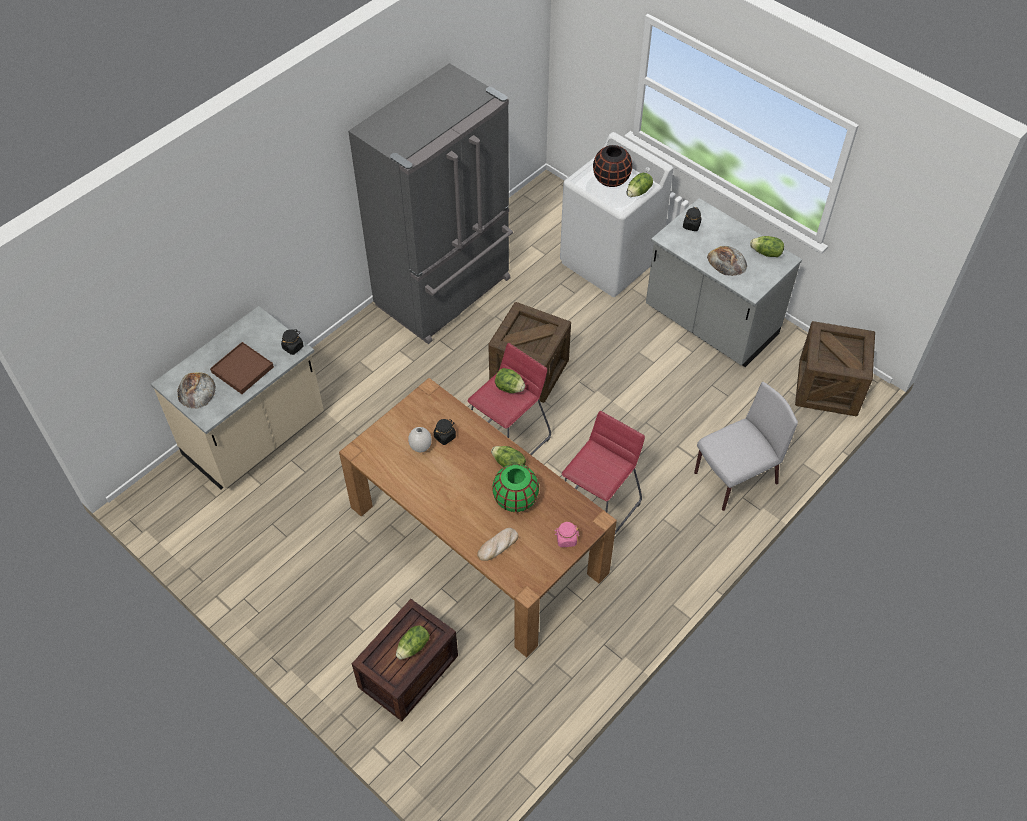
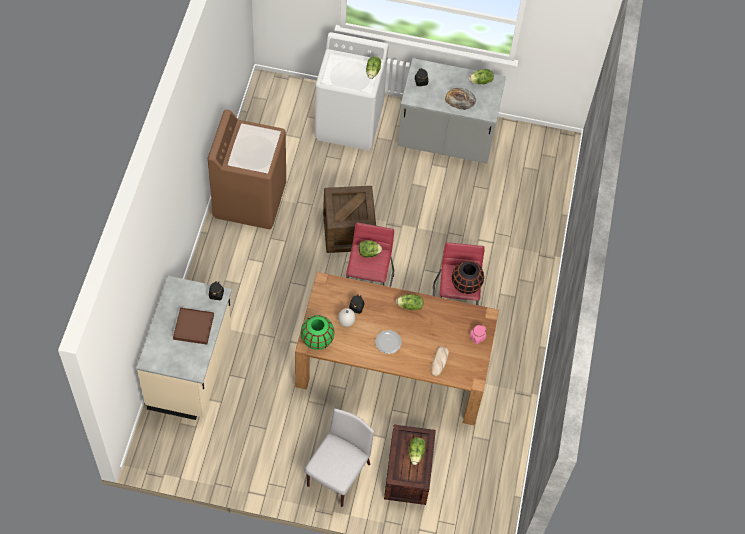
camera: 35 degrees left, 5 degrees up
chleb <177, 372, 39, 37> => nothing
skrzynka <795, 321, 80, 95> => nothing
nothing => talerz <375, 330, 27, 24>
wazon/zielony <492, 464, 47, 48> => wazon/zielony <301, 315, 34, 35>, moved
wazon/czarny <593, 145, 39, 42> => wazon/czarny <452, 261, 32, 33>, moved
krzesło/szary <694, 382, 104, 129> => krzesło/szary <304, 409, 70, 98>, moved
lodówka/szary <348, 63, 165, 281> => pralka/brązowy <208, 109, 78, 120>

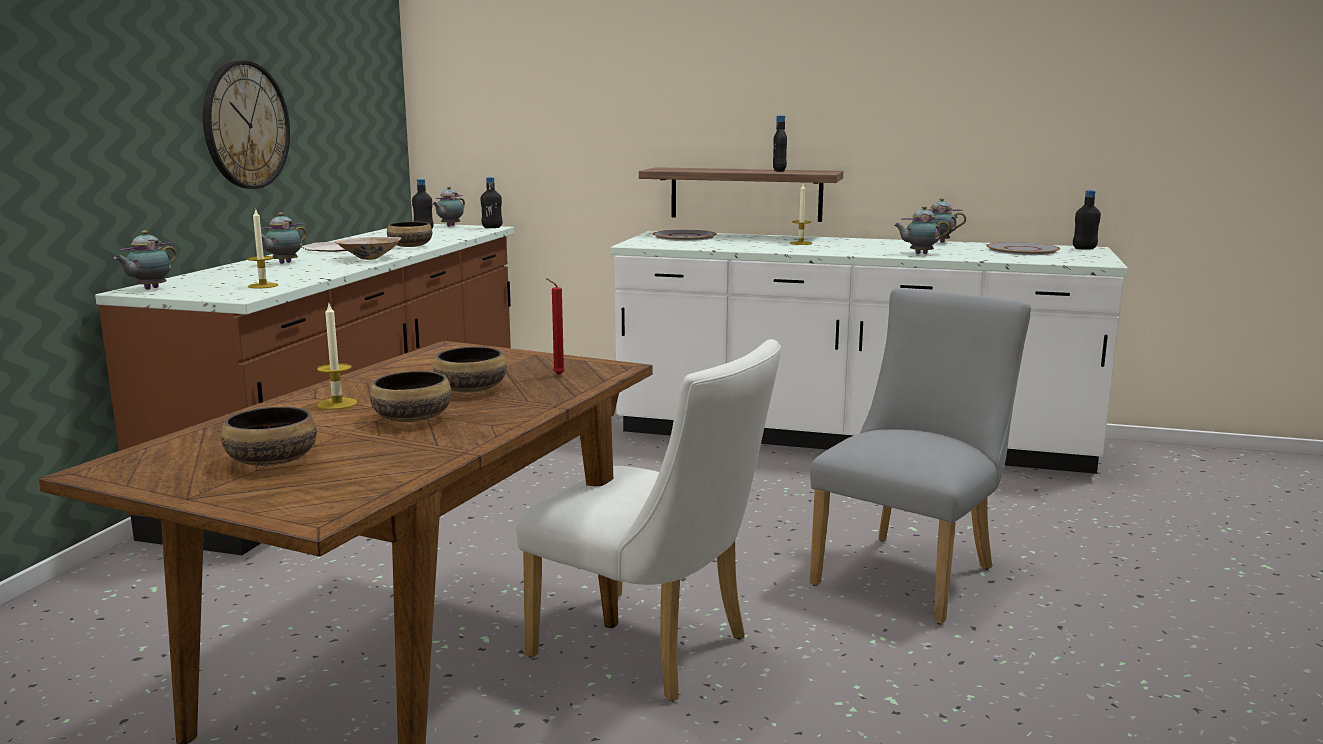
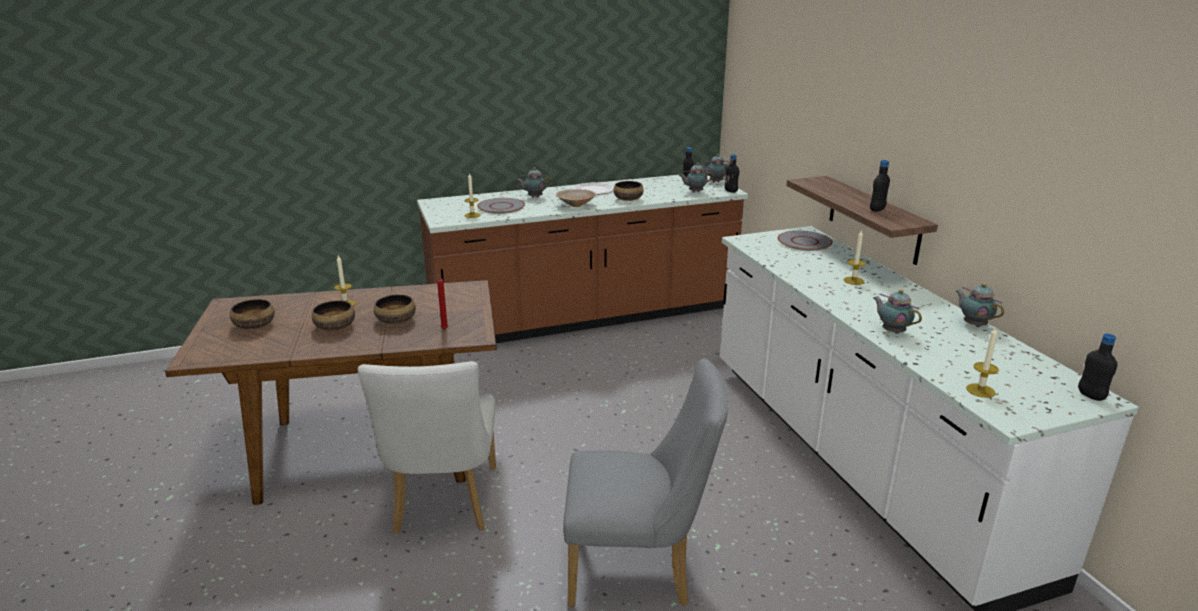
camera: 55 degrees right, 10 degrees up
zegar ścienny <203, 61, 87, 128> => nothing
nothing => świeca <966, 327, 33, 71>
imbryk <114, 230, 63, 60> => imbryk <679, 163, 35, 29>, moved
talerz/szary <986, 242, 74, 13> => talerz/szary <477, 198, 48, 16>, moved

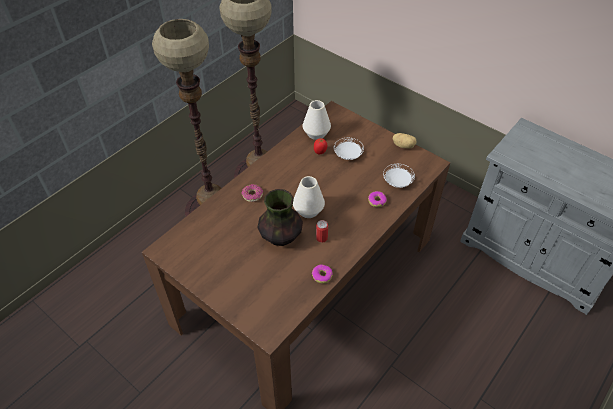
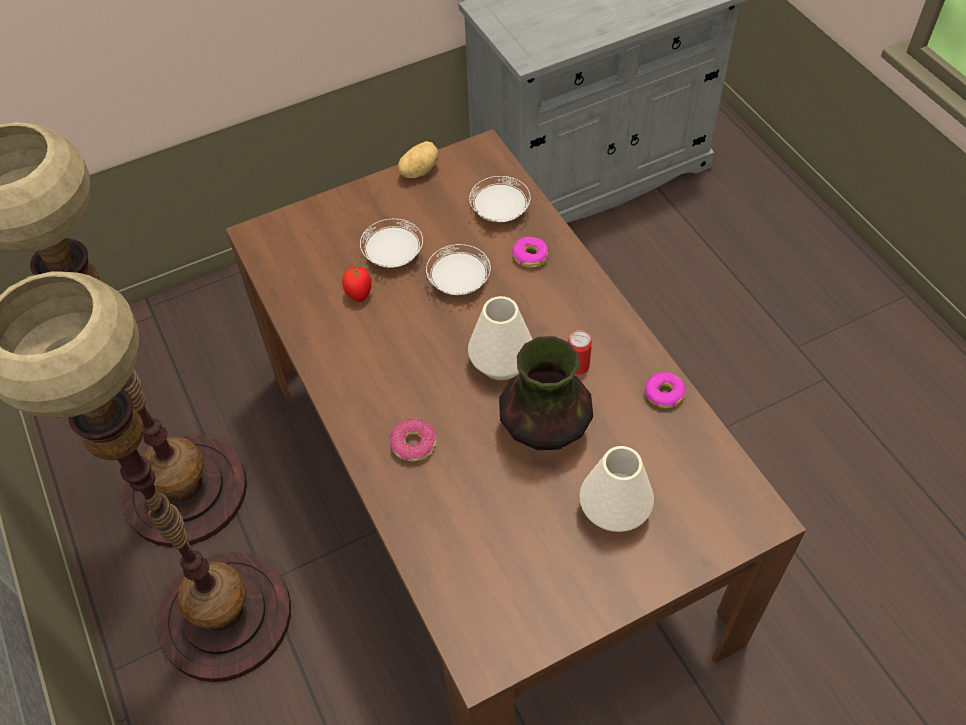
camera: 65 degrees left, 5 degrees up
nothing => talerz/biały <426, 244, 65, 51>
wazon/biały <303, 100, 28, 40> => wazon/biały <579, 446, 75, 86>, moved

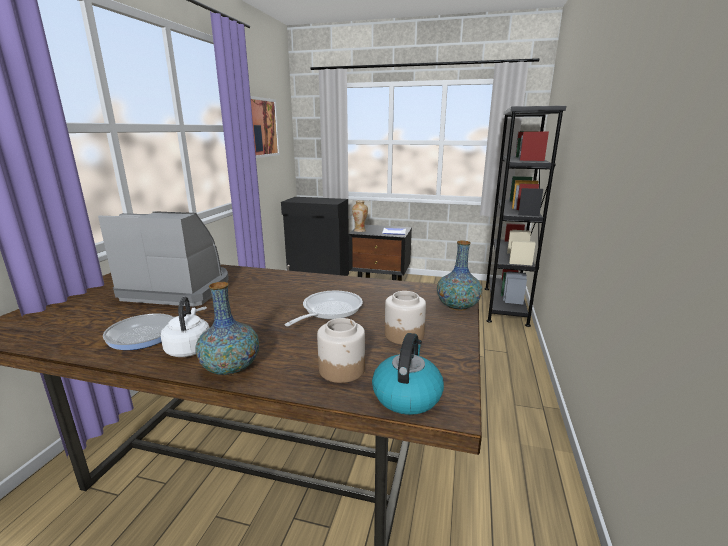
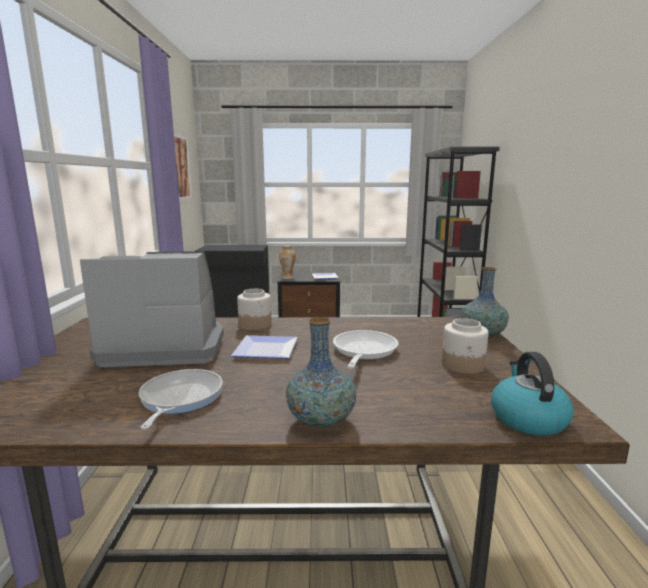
camera: 15 degrees left, 5 degrees down
czajnik/biały <161, 297, 48, 60> => nothing
nothing => talerz <231, 335, 67, 24>
słoik <317, 318, 48, 65> => słoik <237, 289, 34, 42>, moved
patelnia <103, 307, 104, 43> => patelnia <139, 369, 84, 61>, 150 degrees clockwise

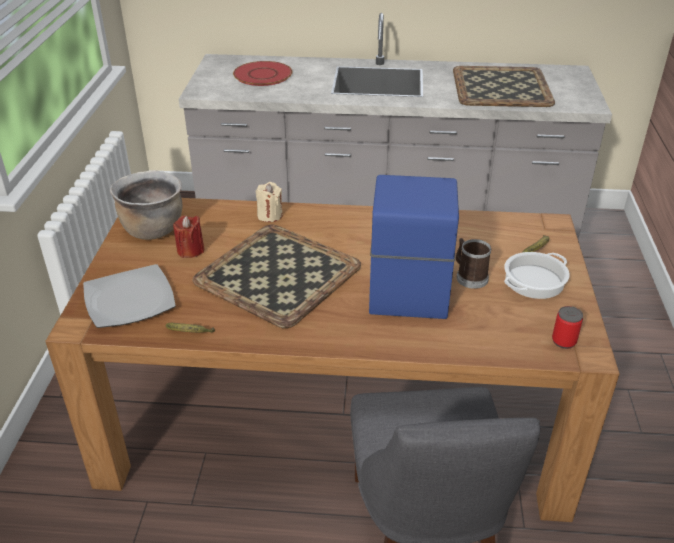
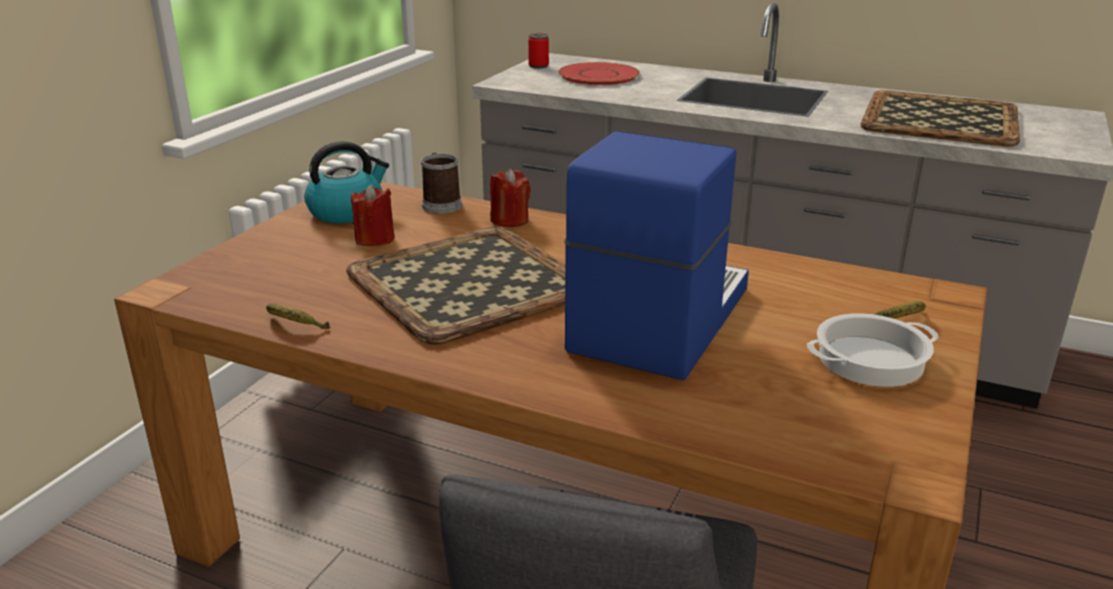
camera: 20 degrees right, 10 degrees down
talerz <83, 264, 93, 64> => nothing
kubek <456, 238, 36, 51> => kubek <421, 153, 41, 61>, moved
puszka <552, 306, 31, 43> => puszka <528, 33, 21, 35>, moved
garnek/brązowy <110, 170, 72, 70> => czajnik <304, 141, 85, 83>
świeca/beżowy <256, 182, 26, 40> => świeca/czerwony <490, 169, 41, 58>

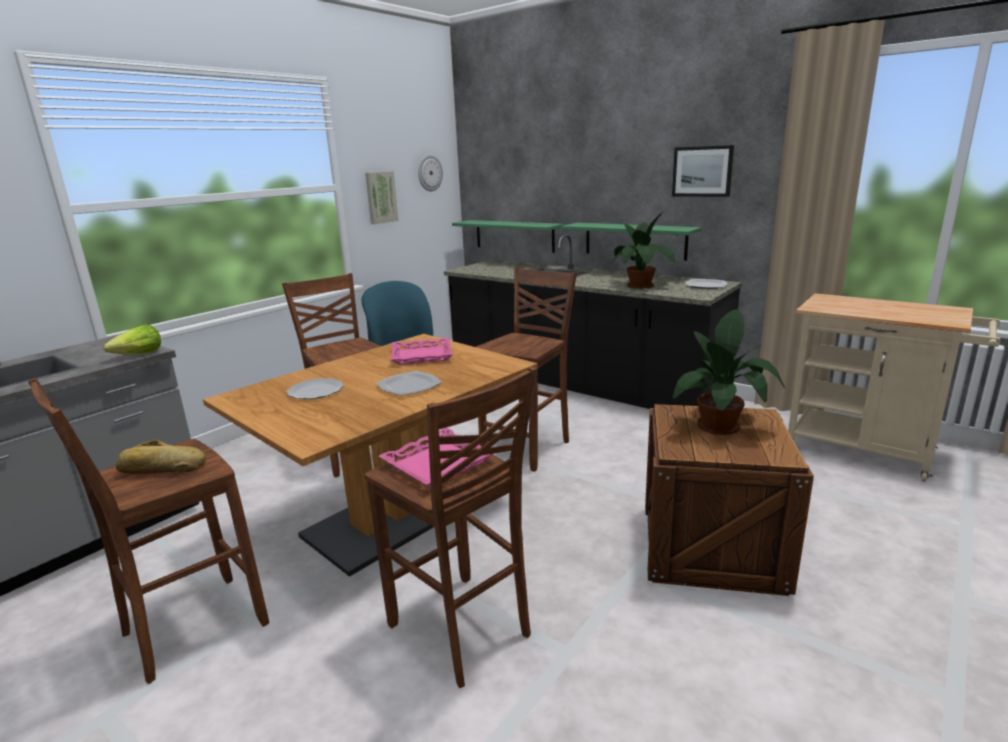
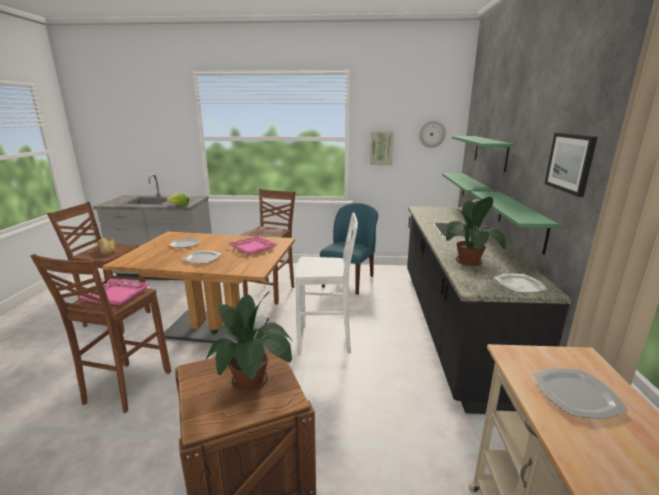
camera: 55 degrees right, 0 degrees up
nothing => półka/zielony <452, 136, 62, 36>
nothing => talerz <532, 368, 96, 51>
stołek/brązowy <476, 267, 101, 205> => stołek/biały <295, 212, 63, 142>

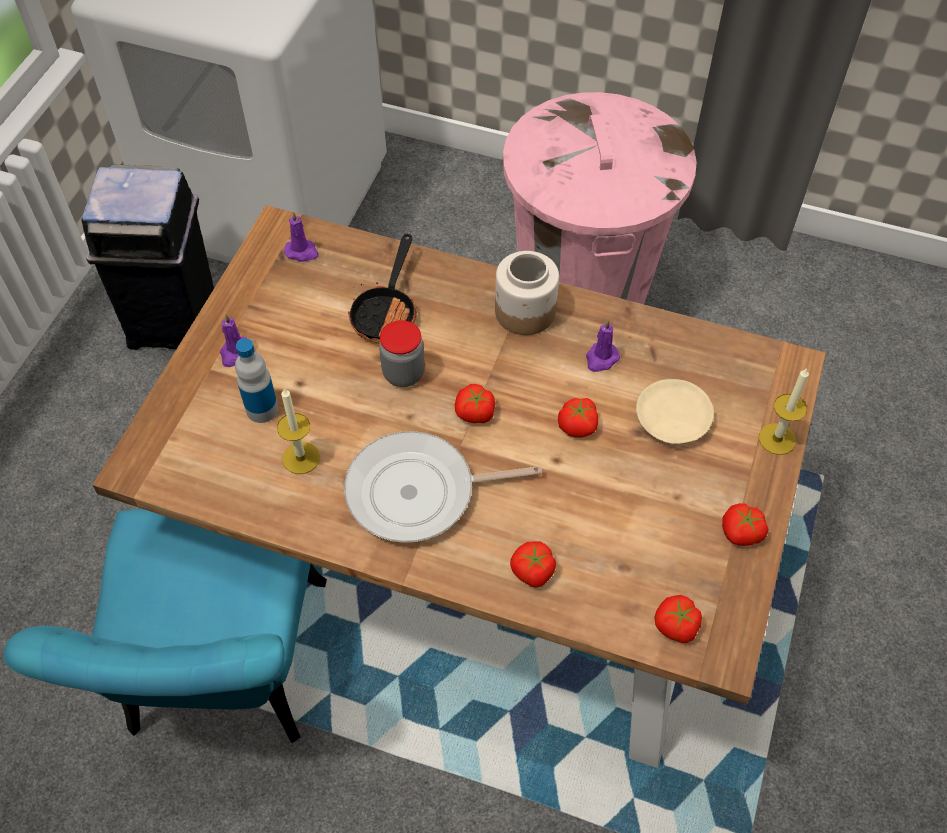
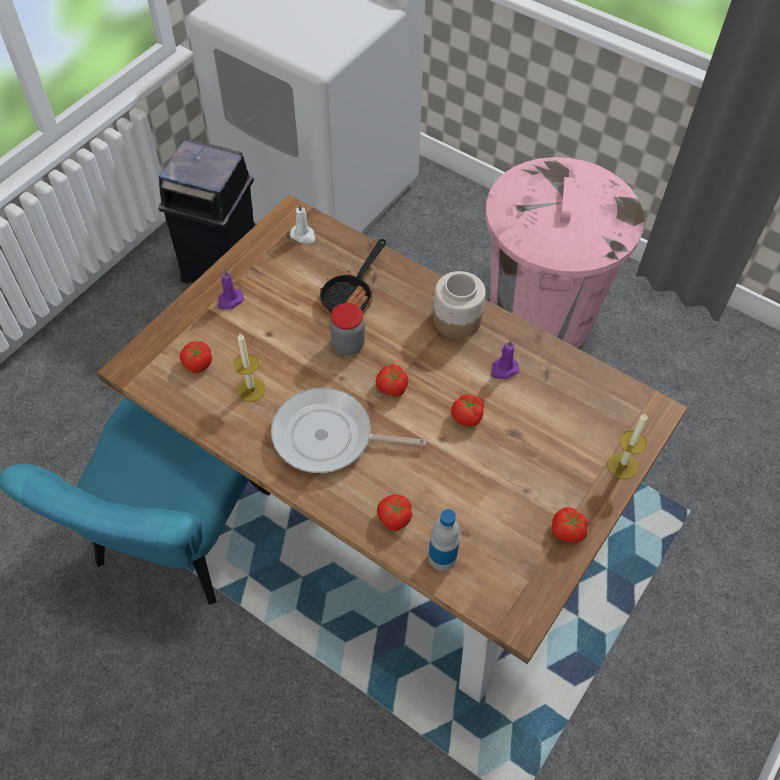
camera: 15 degrees right, 0 degrees up
talerz/beżowy <636, 379, 78, 65> => nothing
butelka <235, 338, 43, 85> => butelka <428, 509, 32, 62>, moved
pomidor <654, 595, 48, 48> => pomidor <180, 341, 32, 32>, moved
świeca/fioletowy <284, 211, 35, 51> => świeca/biały <290, 203, 25, 40>

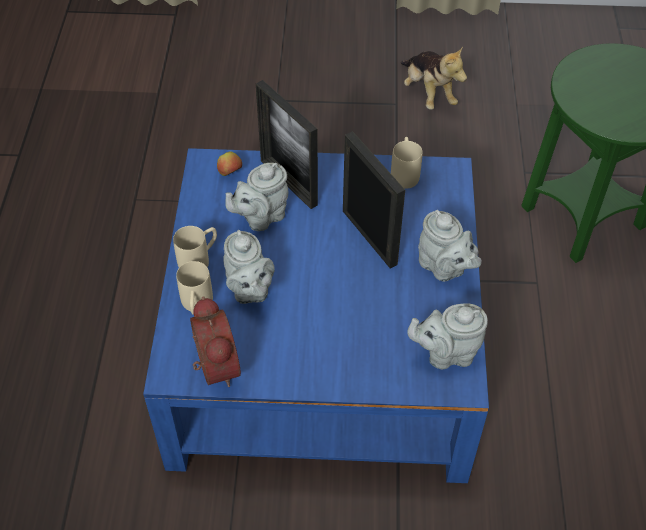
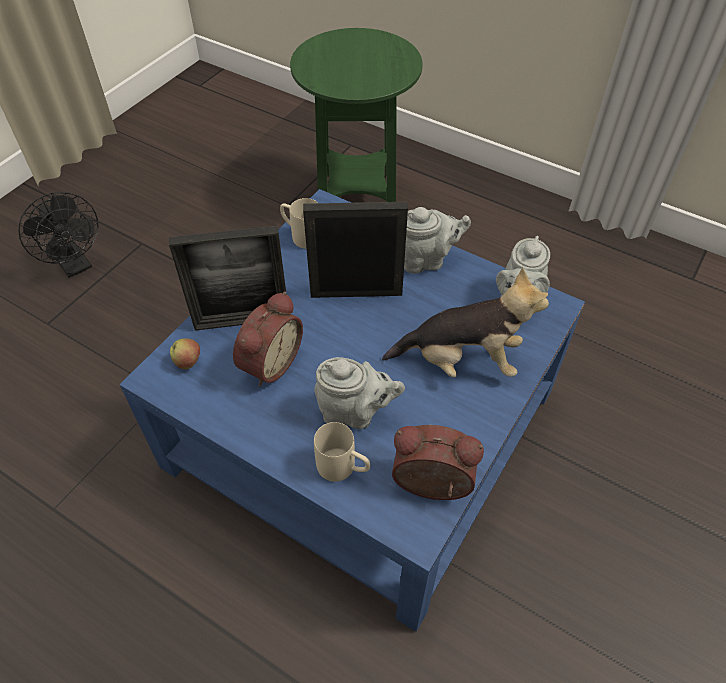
camera: 60 degrees left, 0 degrees up
kubek/beżowy <173, 226, 44, 42> => nothing
nothing => wentylator/czarny <19, 192, 79, 86>
pluszak <400, 46, 67, 64> => pluszak <382, 267, 167, 110>, moved
imbryk/szary <225, 163, 63, 68> => budzik <233, 291, 70, 96>

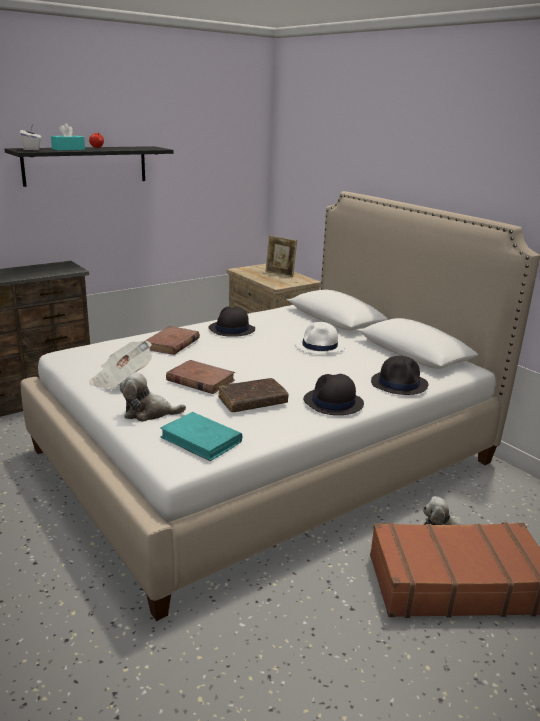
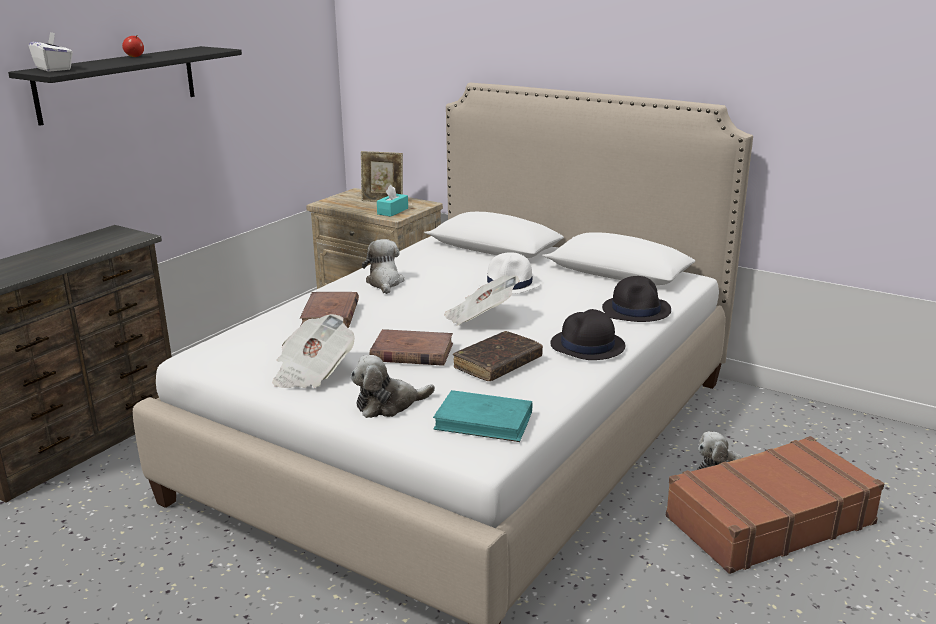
camera: 20 degrees left, 0 degrees up
nothing => gazeta <444, 275, 76, 51>
pudełko chusteczek/turkusowy <51, 123, 34, 27> => pudełko chusteczek/turkusowy <377, 185, 31, 31>, moved
kapelusz/czarny <208, 307, 47, 30> => pluszak <362, 239, 42, 55>

